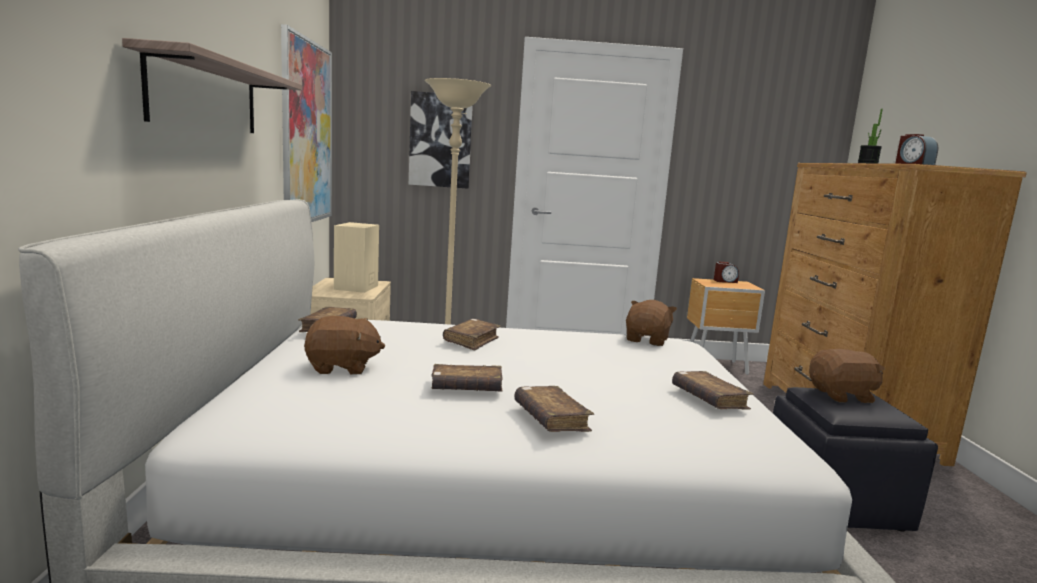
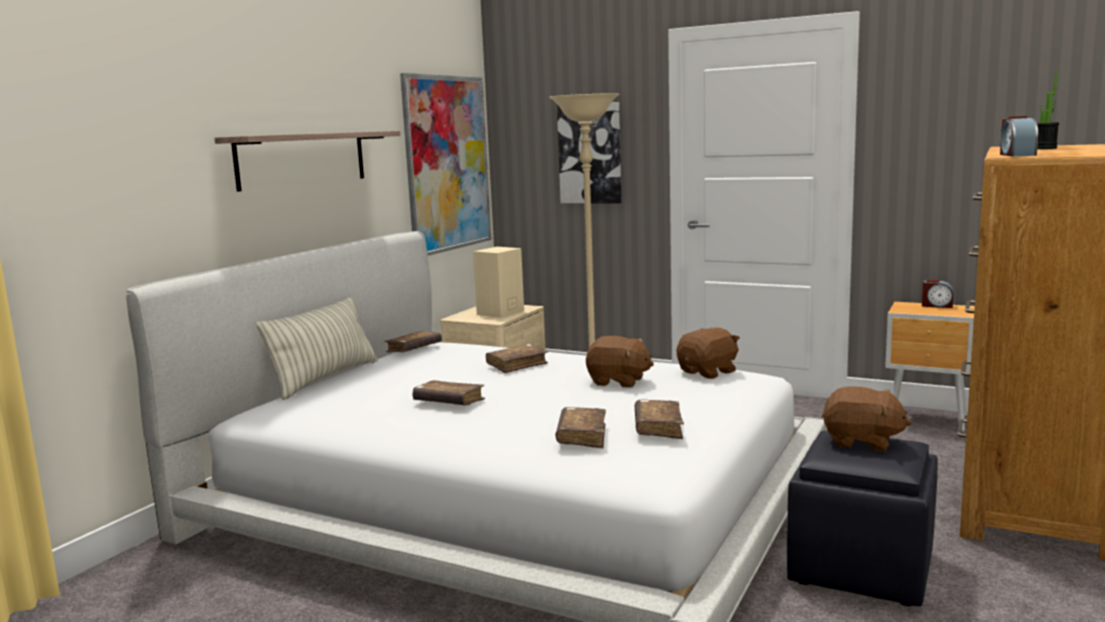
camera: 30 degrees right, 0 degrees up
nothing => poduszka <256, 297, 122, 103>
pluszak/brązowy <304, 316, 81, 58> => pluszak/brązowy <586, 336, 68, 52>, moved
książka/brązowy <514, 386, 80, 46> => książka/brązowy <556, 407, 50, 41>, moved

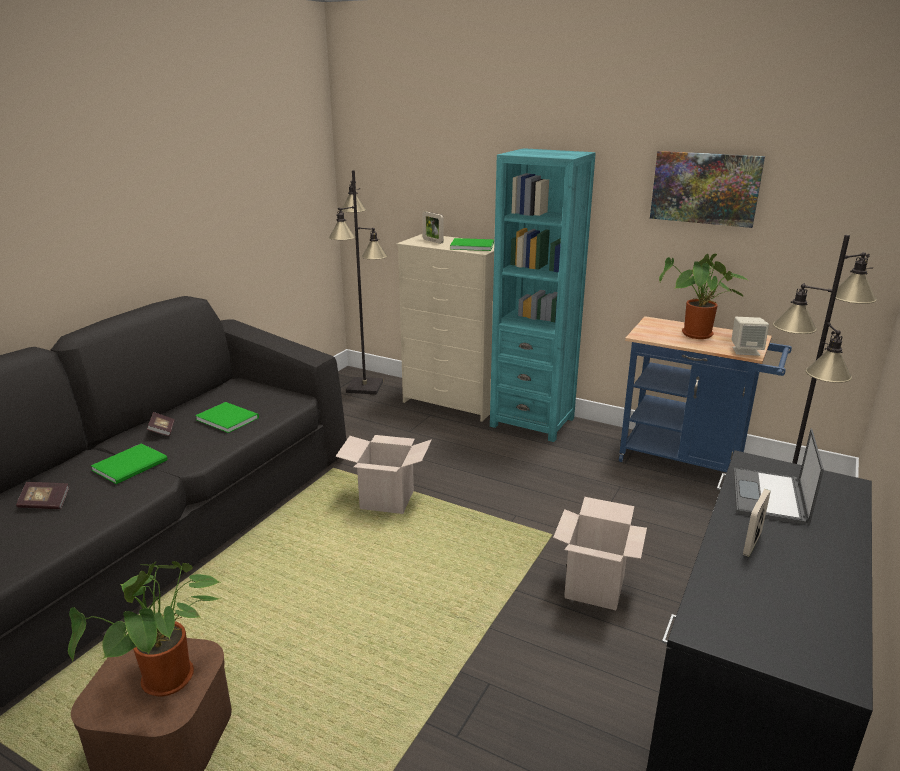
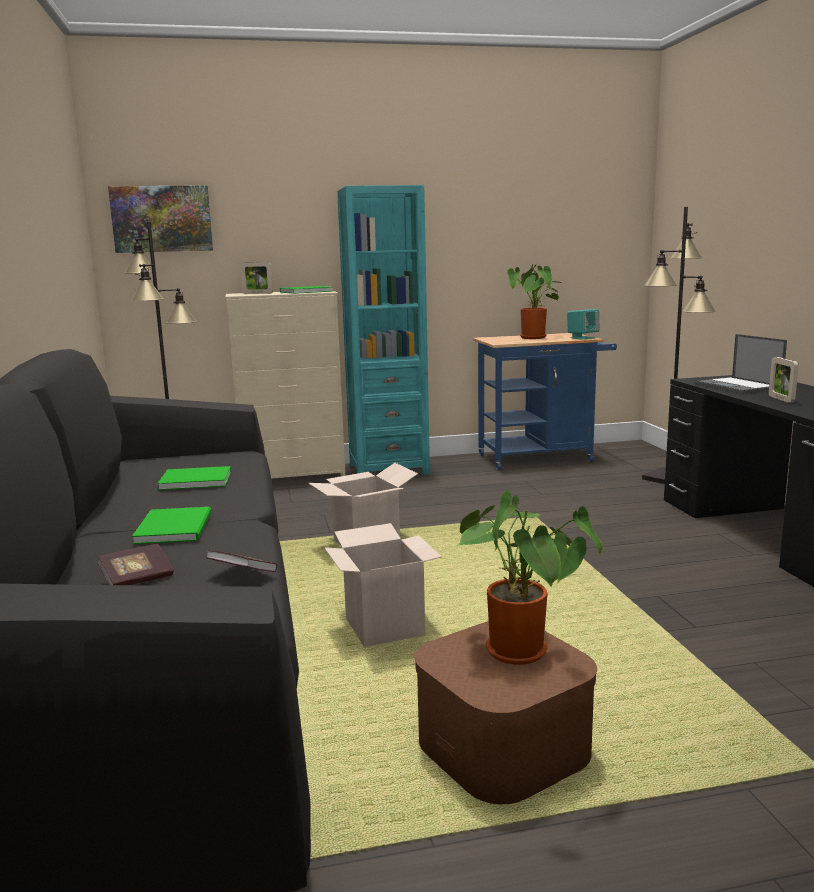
camera: 40 degrees left, 10 degrees down
książka <147, 412, 28, 24> => książka <206, 550, 71, 22>, moved
karton <553, 497, 94, 113> => karton <324, 523, 118, 124>, moved
obraz <650, 151, 115, 77> => obraz <108, 185, 105, 68>, moved
głośnik/beżowy <731, 317, 38, 39> => głośnik/turkusowy <567, 309, 33, 31>

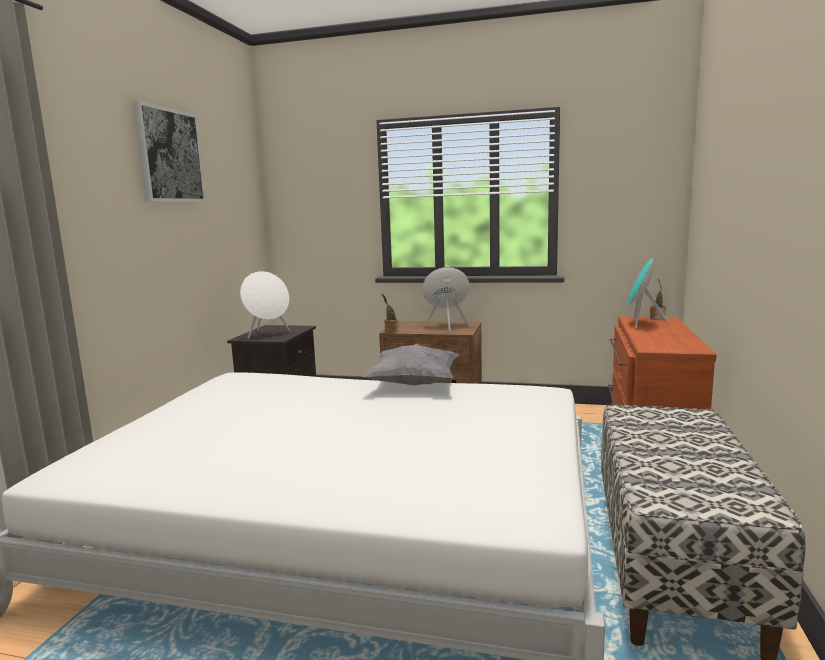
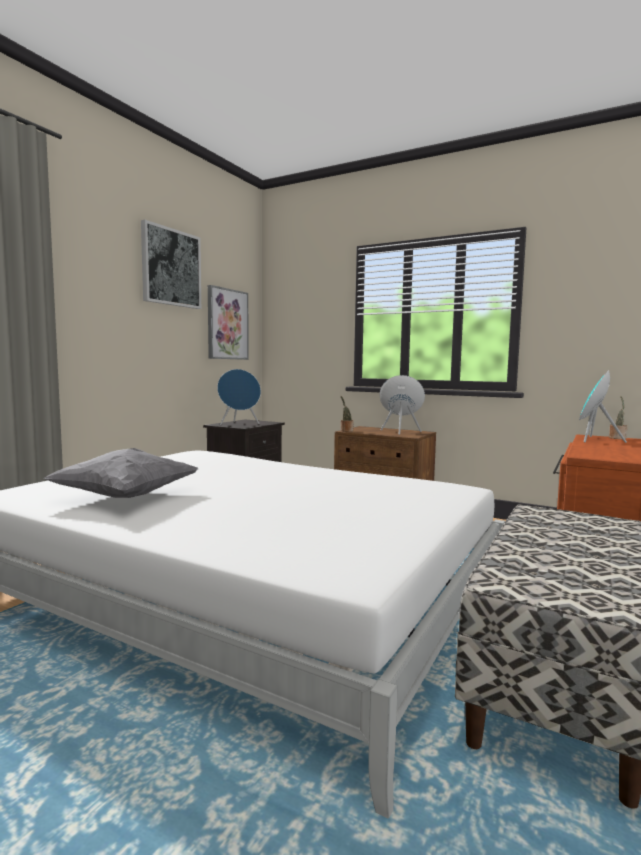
camera: 15 degrees right, 5 degrees down
nothing => obraz <208, 285, 41, 75>
poduszka/szary <362, 344, 96, 42> => poduszka/szary <44, 448, 154, 50>, moved
głośnik/biały <240, 271, 51, 68> => głośnik/niebieski <217, 369, 44, 56>

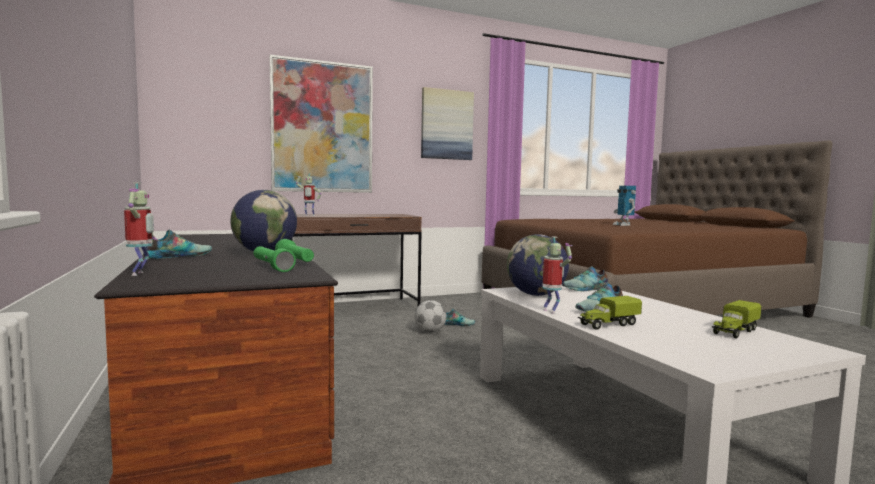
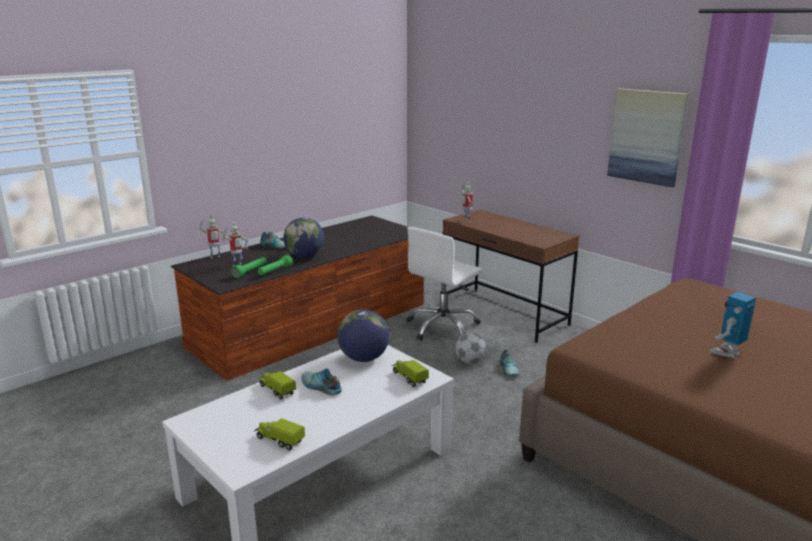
camera: 70 degrees right, 15 degrees up
obraz <270, 55, 103, 138> => nothing
nothing => krzesło biurowe/biały <406, 227, 76, 114>
robot zabawkowy <541, 237, 32, 77> => robot zabawkowy <223, 222, 25, 44>, moved
but <562, 266, 46, 25> => ciężarówka zabawkowa <392, 360, 37, 27>

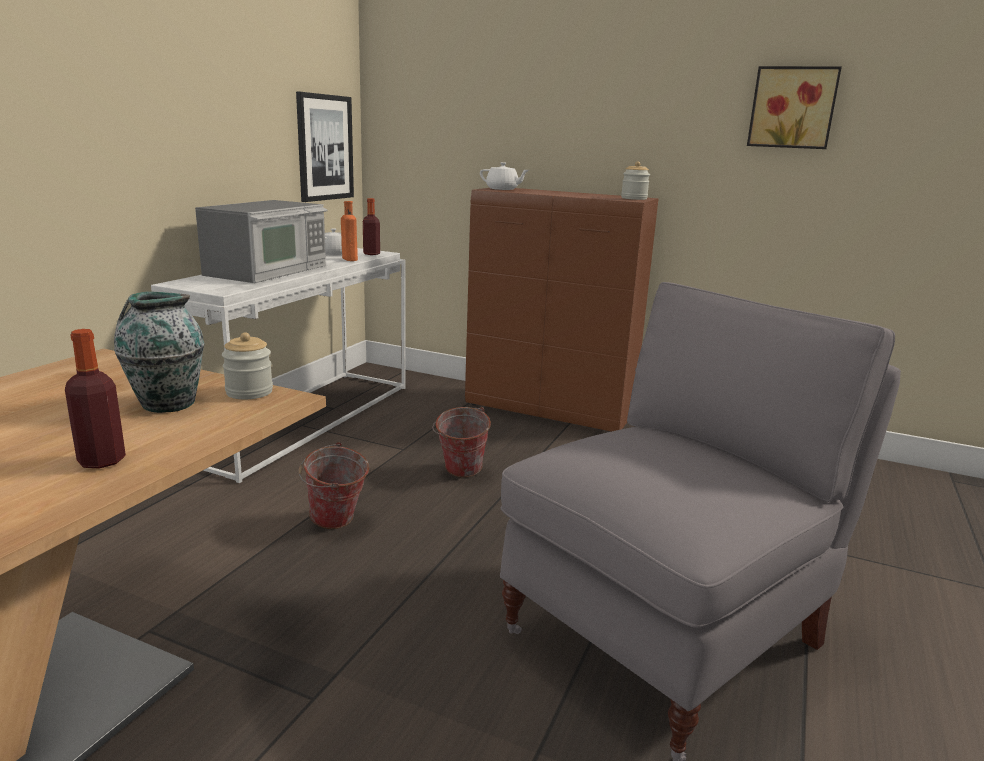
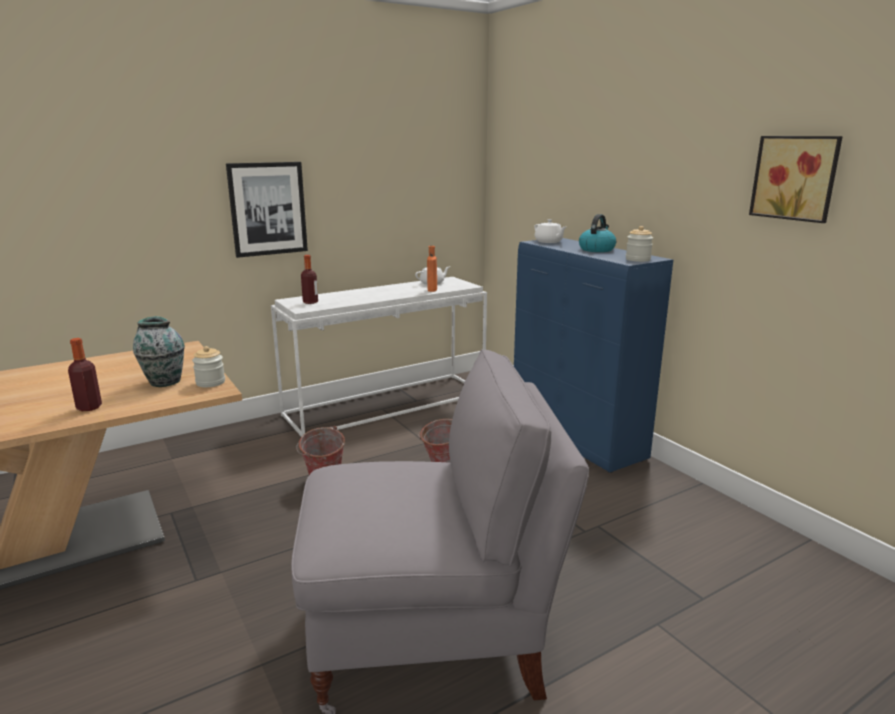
camera: 35 degrees right, 0 degrees up
mikrofalówka <195, 200, 133, 83> => nothing
nothing => czajnik <579, 214, 37, 38>
obraz <296, 92, 58, 110> => obraz <226, 162, 82, 96>, moved
butelka <363, 198, 17, 57> => butelka <301, 255, 17, 49>, moved
szafka/brązowy <465, 188, 194, 244> => szafka/niebieski <514, 238, 159, 235>

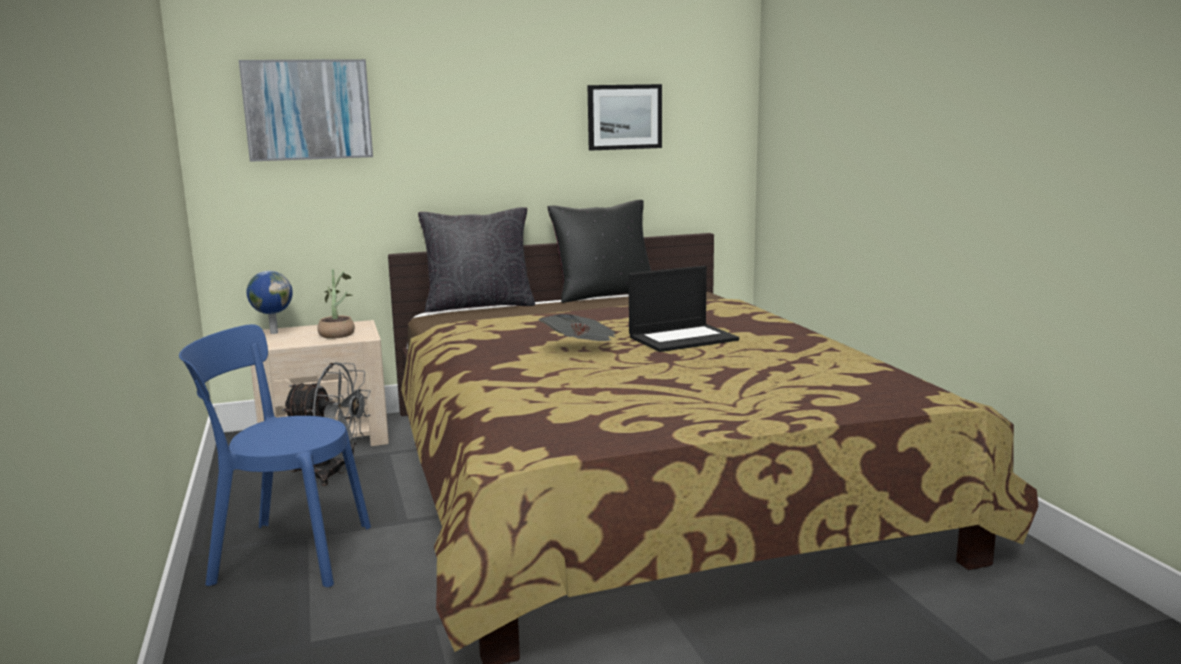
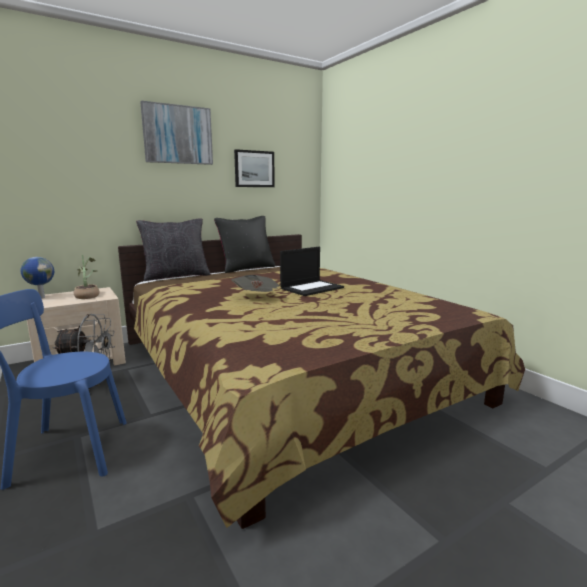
camera: 15 degrees left, 0 degrees up
obraz <239, 59, 134, 103> => obraz <140, 101, 73, 64>, moved

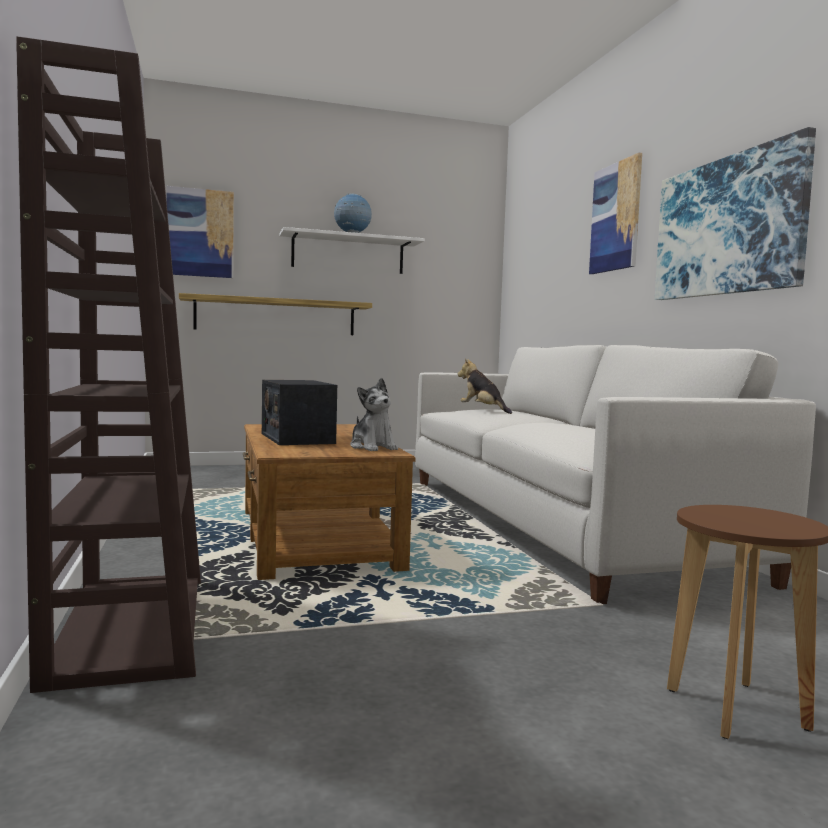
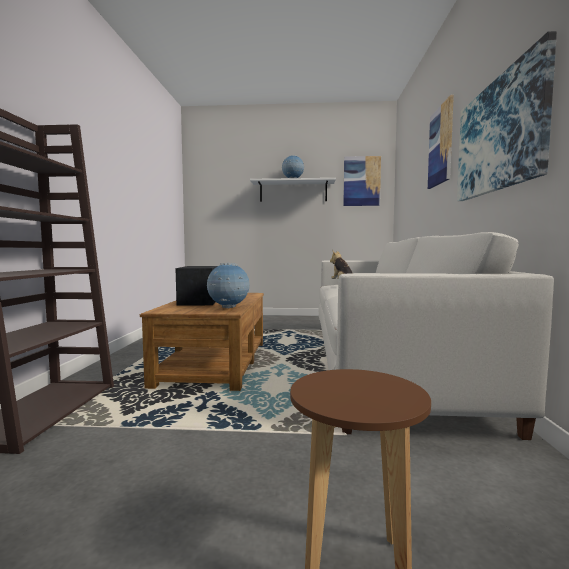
camera: 20 degrees right, 0 degrees up
półka <179, 293, 193, 42> => nothing
obraz <166, 186, 68, 92> => obraz <343, 156, 38, 50>, moved
pluszak <350, 378, 48, 73> => globus <207, 263, 43, 45>

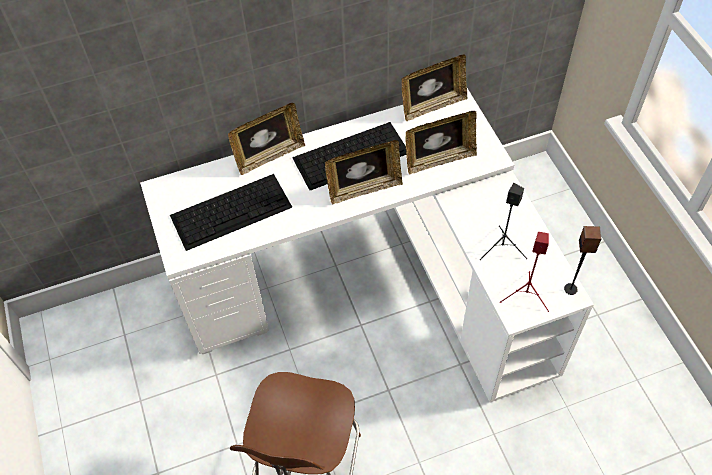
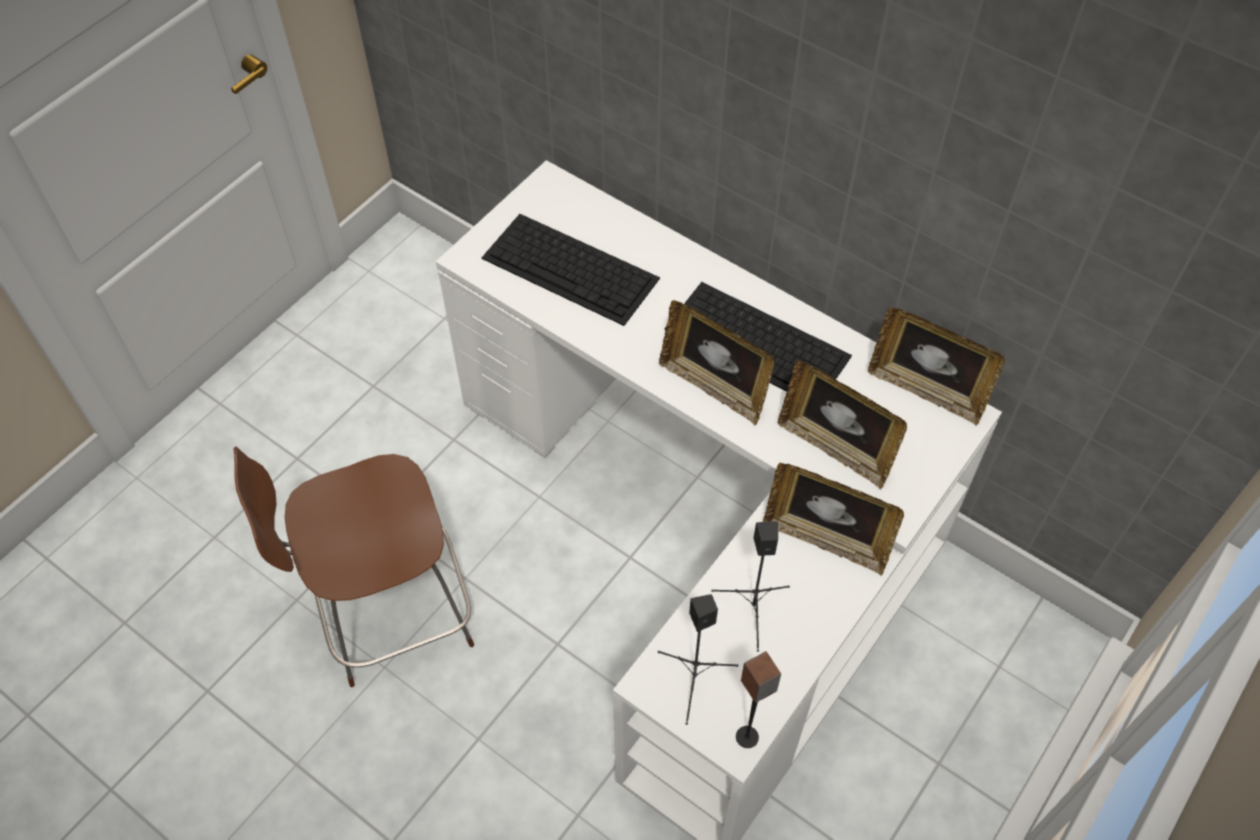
camera: 55 degrees right, 0 degrees up
ramka na zdjęcie <228, 103, 77, 72> => ramka na zdjęcie <763, 463, 141, 113>, moved
głośnik/czerwony <500, 232, 49, 80> => głośnik/czarny <658, 594, 80, 131>

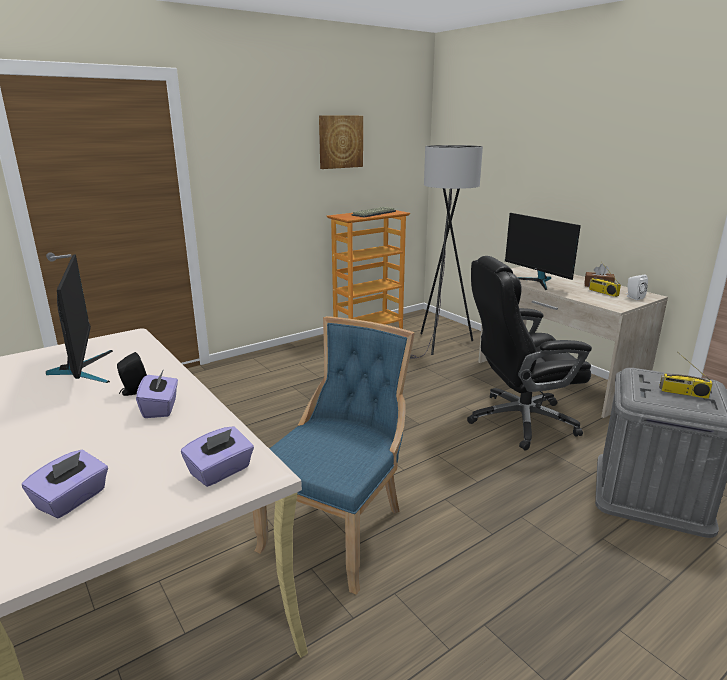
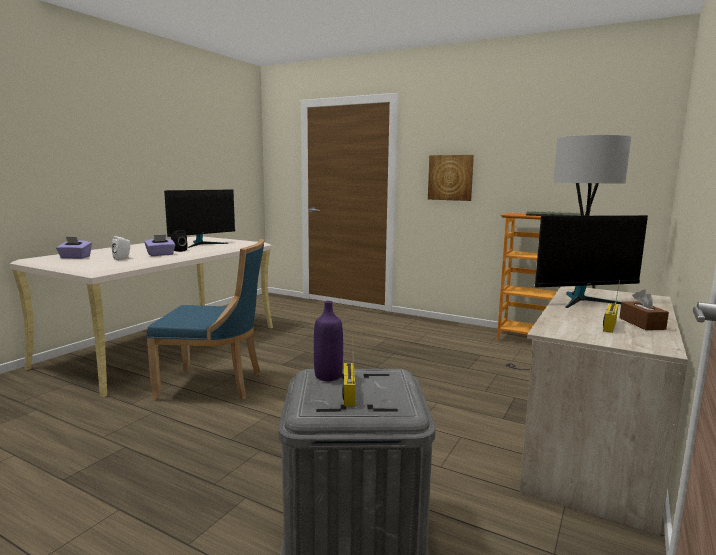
camera: 65 degrees right, 10 degrees down
pudełko chusteczek/fioletowy <181, 426, 73, 61> => nothing
krzesło biurowe/czarny <467, 256, 125, 195> => nothing
nothing => butelka/fioletowy <314, 301, 29, 80>
obraz <319, 116, 44, 53> => obraz <428, 155, 46, 46>, moved
głośnik/biały <626, 275, 22, 25> => głośnik/biały <112, 236, 19, 24>, moved
monitor <505, 213, 76, 77> => monitor <535, 215, 113, 93>, 135 degrees counterclockwise

